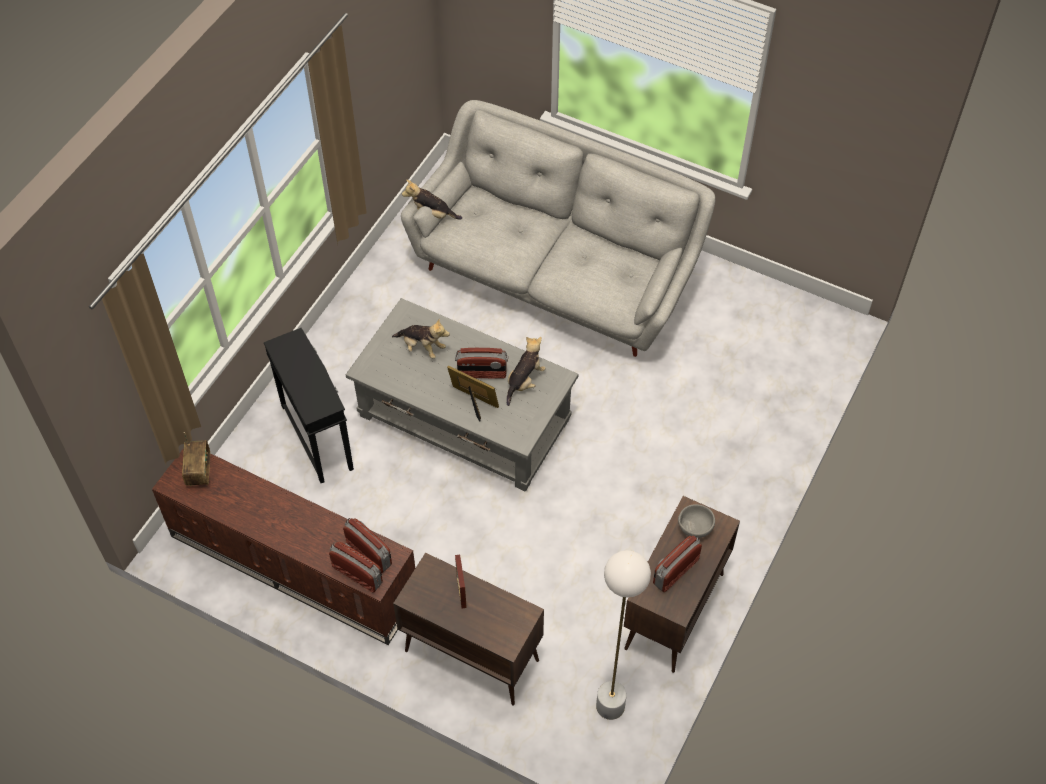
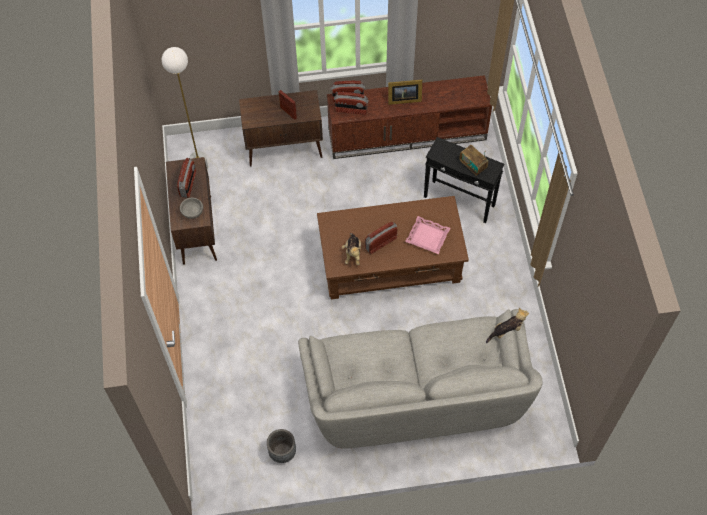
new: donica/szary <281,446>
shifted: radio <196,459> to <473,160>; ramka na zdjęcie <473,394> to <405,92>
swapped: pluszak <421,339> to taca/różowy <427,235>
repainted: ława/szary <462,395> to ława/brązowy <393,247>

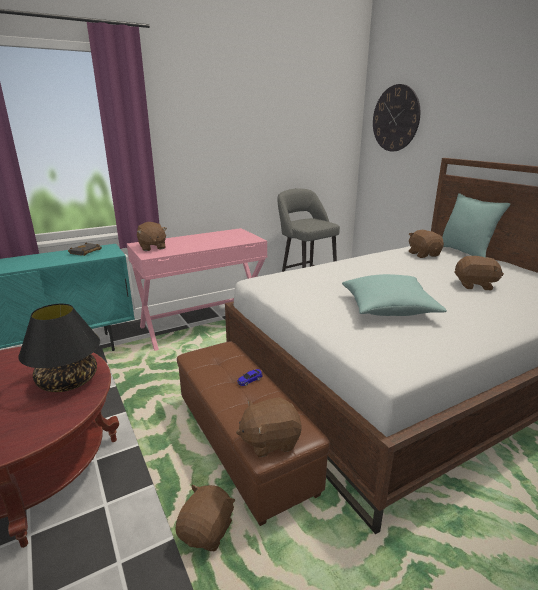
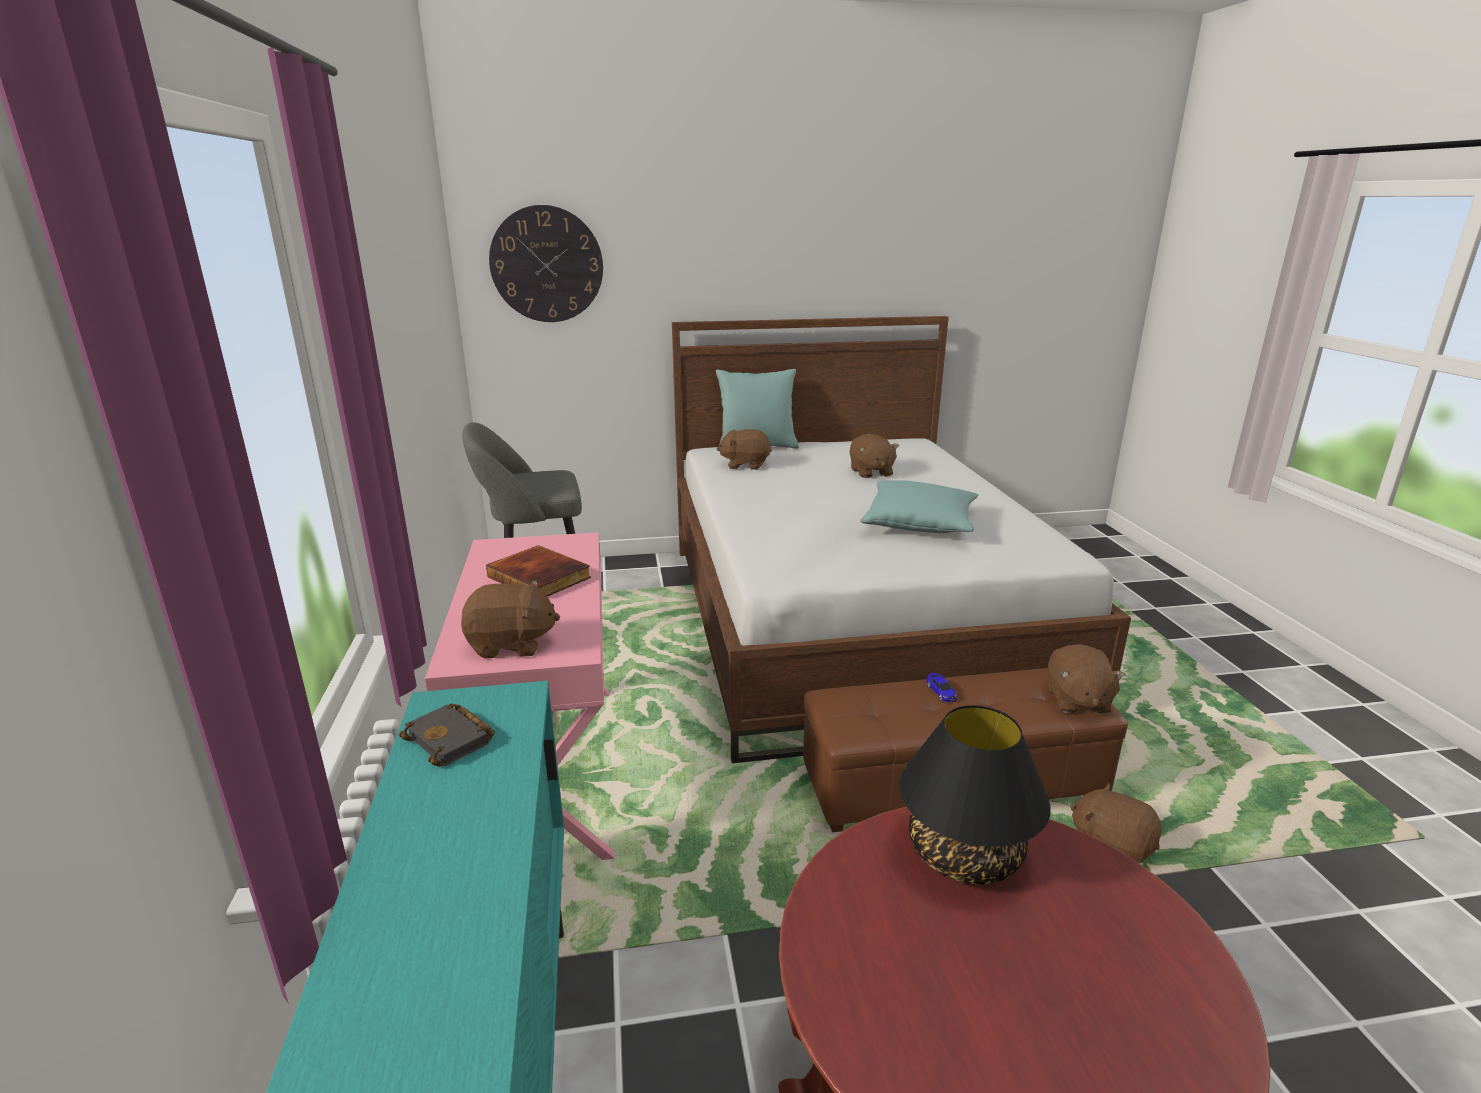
new: książka <538,571>
rotated: pluszak/brązowy <479,273> = <874,455> 135 degrees clockwise

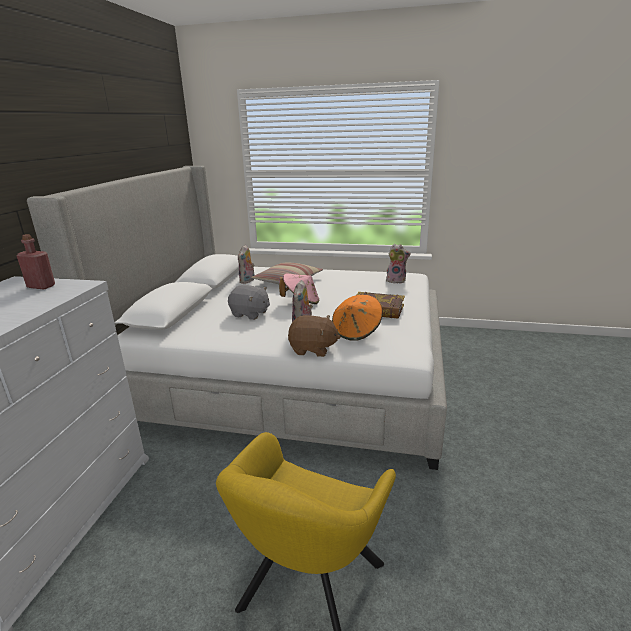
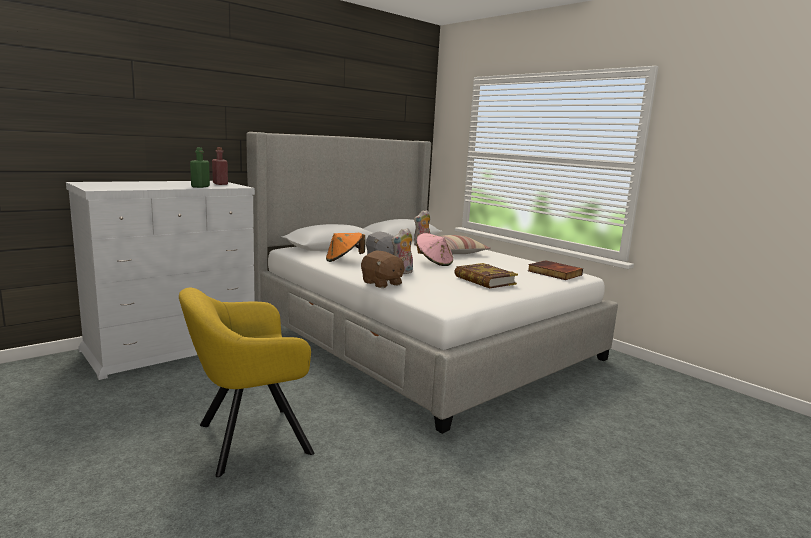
new: butelka/zielony <200,167>
shifted: kapelusz/pomarańczowy <357,318> to <345,247>
swapped: pluszak <398,263> to książka <555,270>

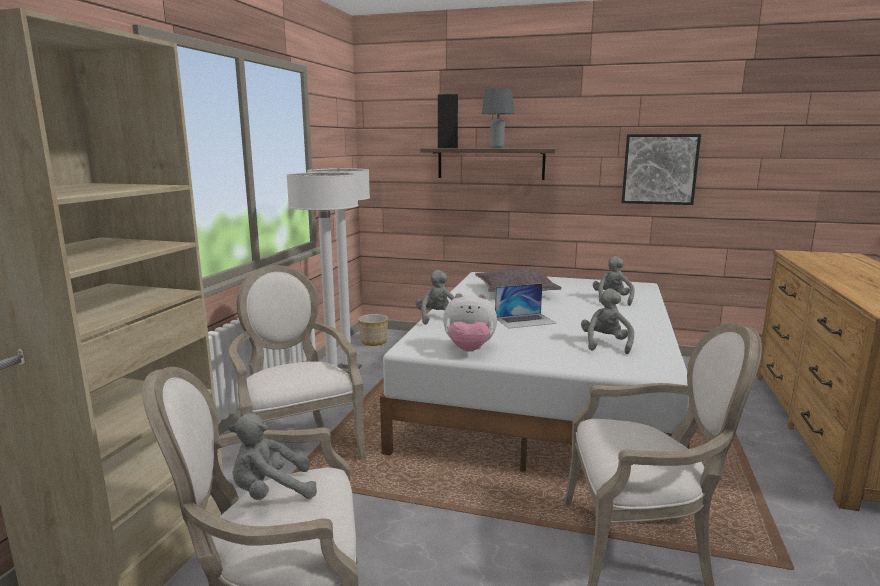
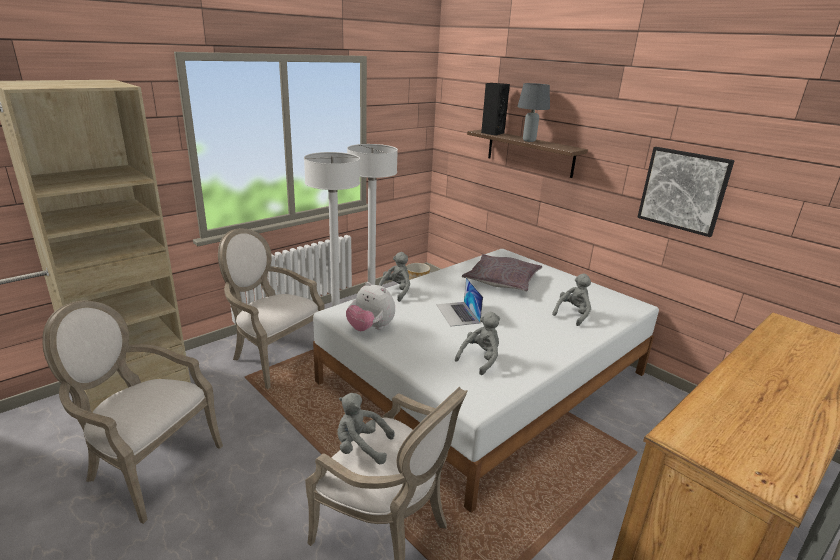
shifted: pluszak/szary <273,456> to <366,428>
rotated: fotel <297,362> = <271,309> 60 degrees counterclockwise; laptop <526,305> = <459,302> 60 degrees clockwise

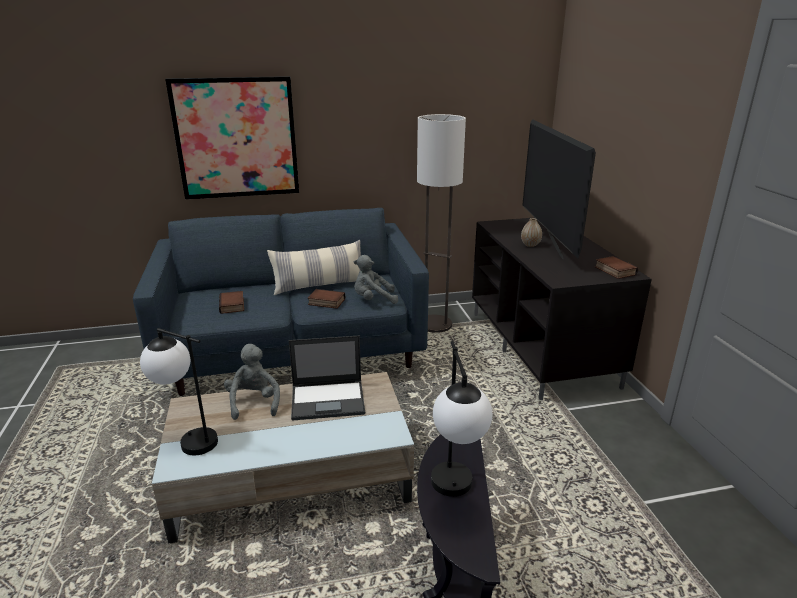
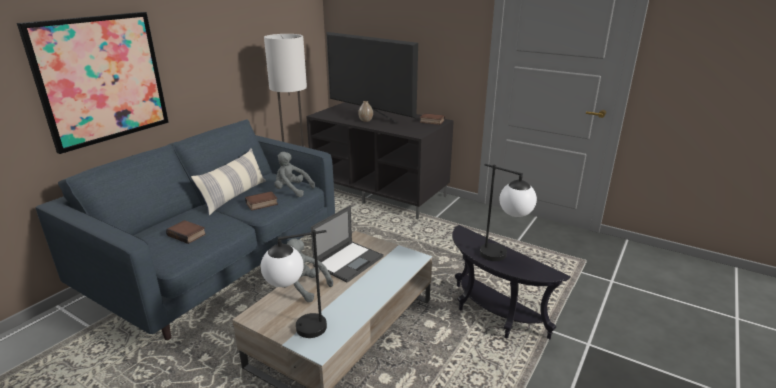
rotated: pluszak/szary <376,279> = <295,174> 75 degrees clockwise

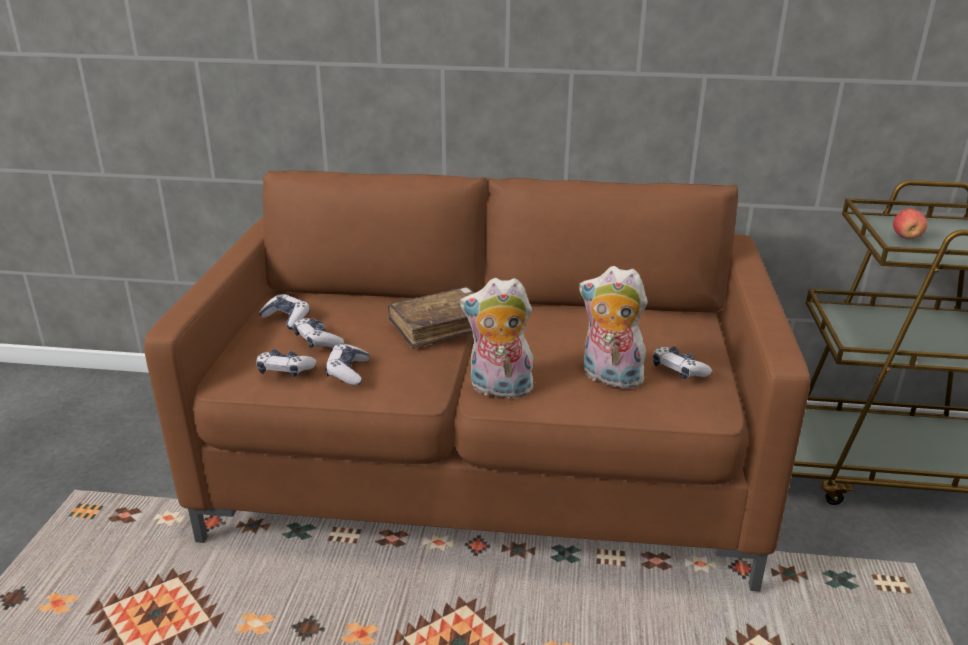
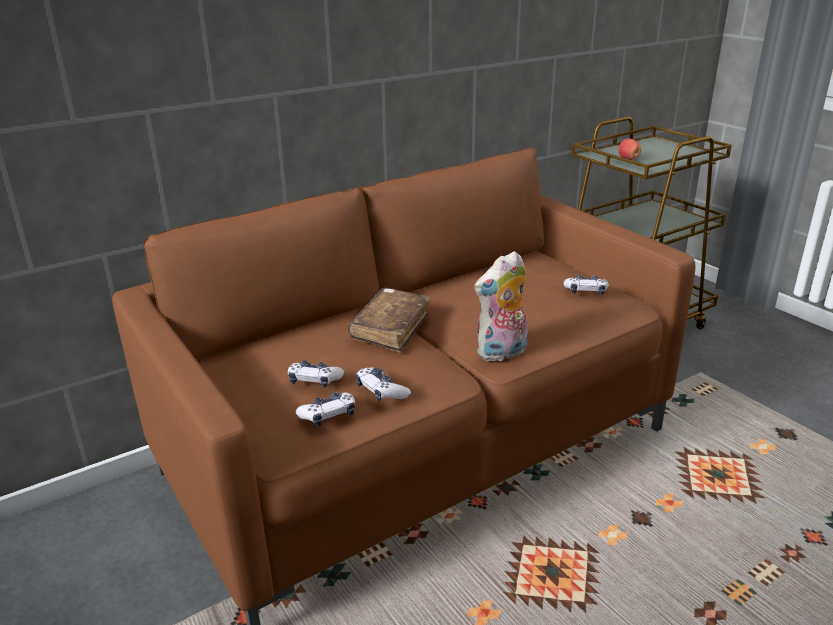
gone: pad do gier <284,311>; pluszak <614,327>

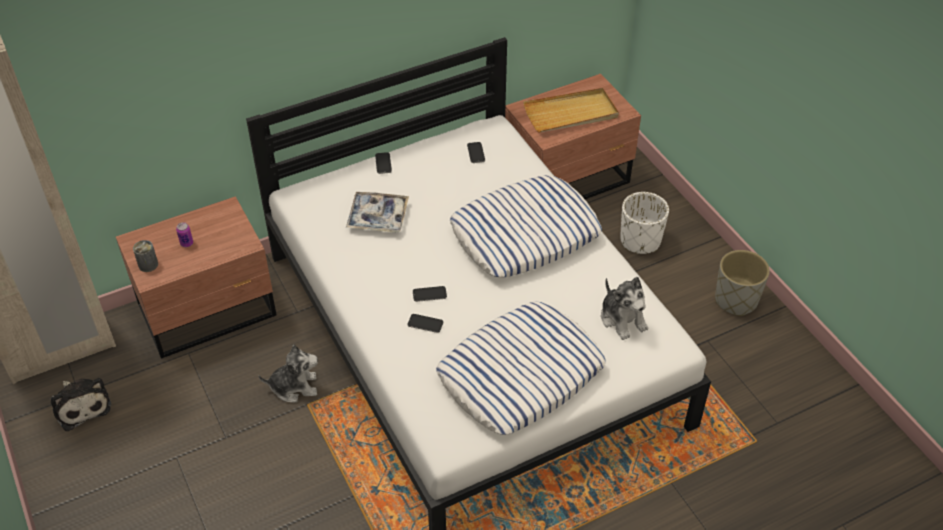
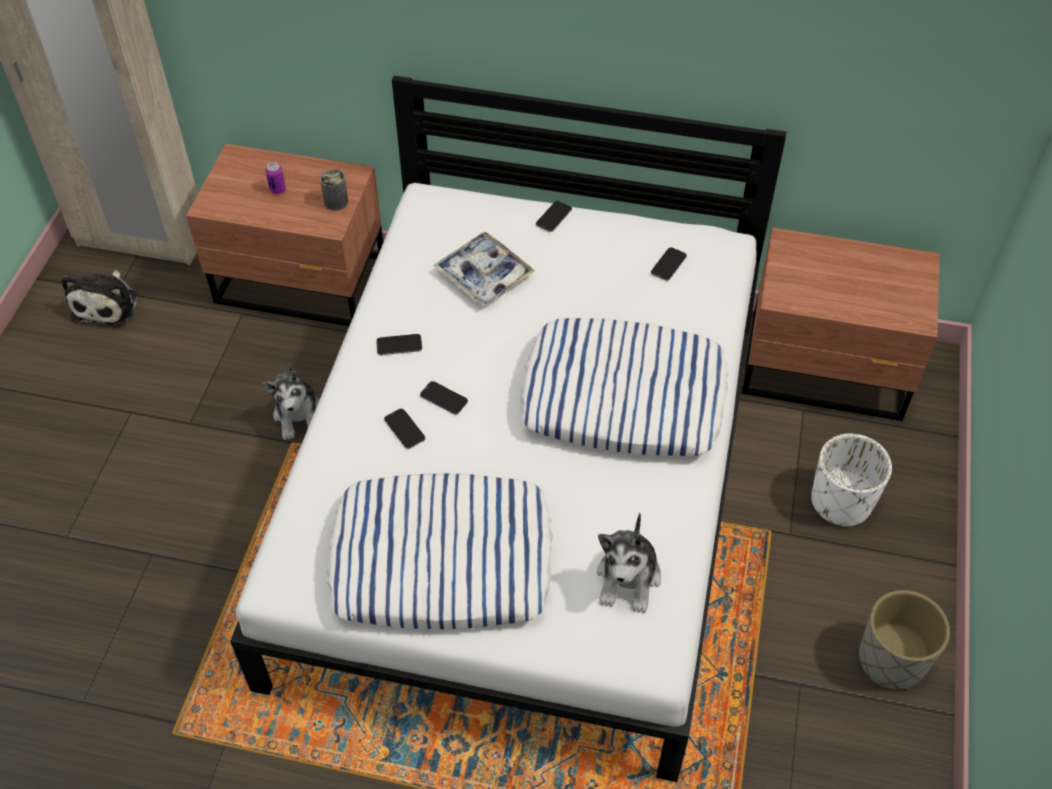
gone: taca/beżowy <571,110>
new: telefon <399,344>
shifted: puszka <145,256> to <334,190>
rotated: pluszak <288,373> = <291,402> 45 degrees clockwise

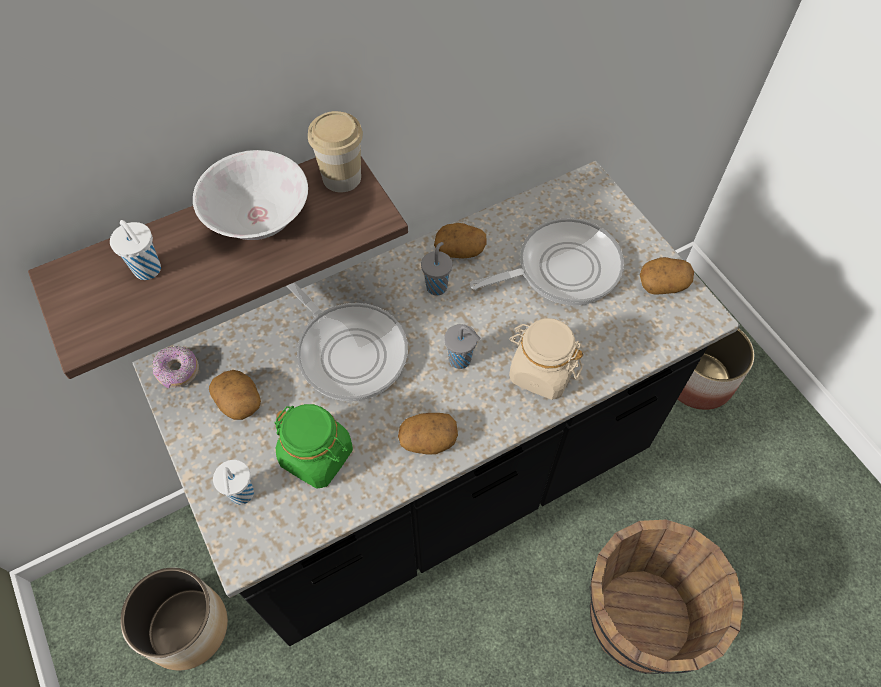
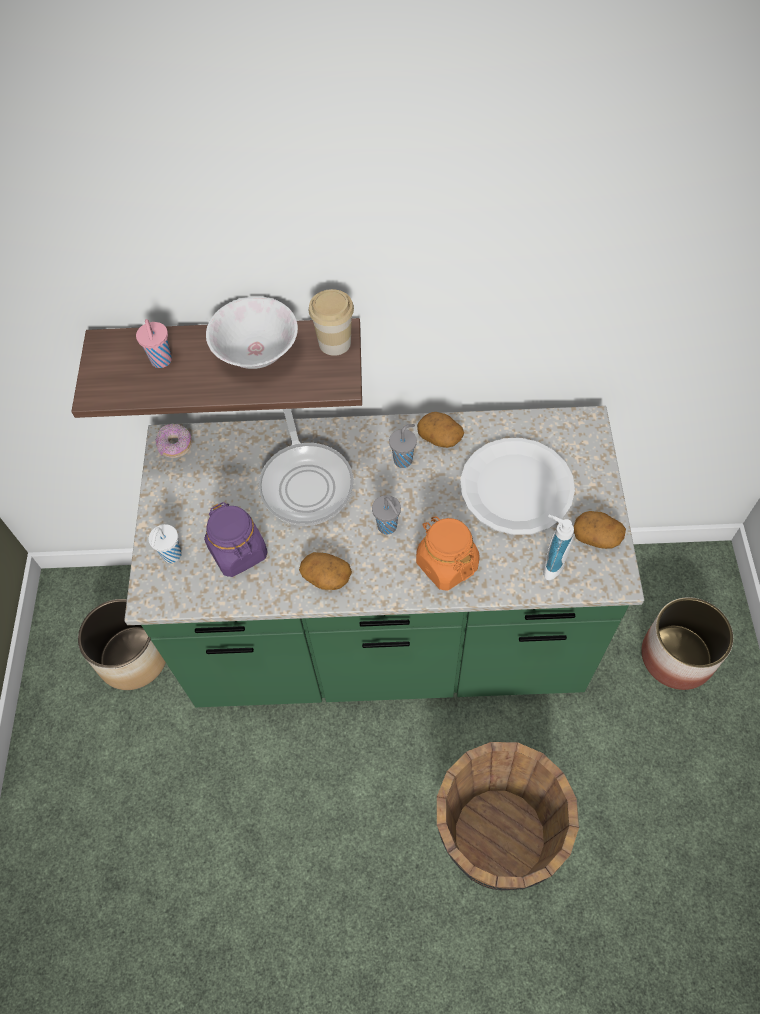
gone: ziemniak <235,395>
new: dozownik mydła <558,547>
swapped: patelnia <547,261> to talerz/biały <517,486>
repainted: filiżanka/biały <135,250> to filiżanka/różowy <154,343>; zabudowa kuchenna/czarny <436,403> to zabudowa kuchenna/zielony <384,556>; słoik/zielony <313,446> to słoik/fioletowy <236,539>; słoik/beżowy <546,359> to słoik/pomarańczowy <447,553>

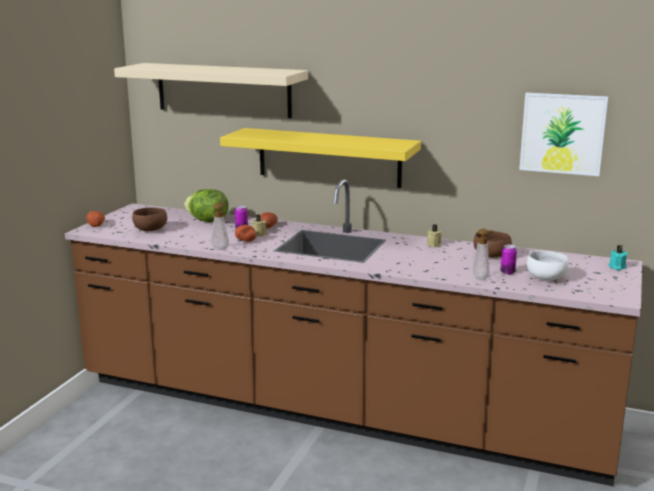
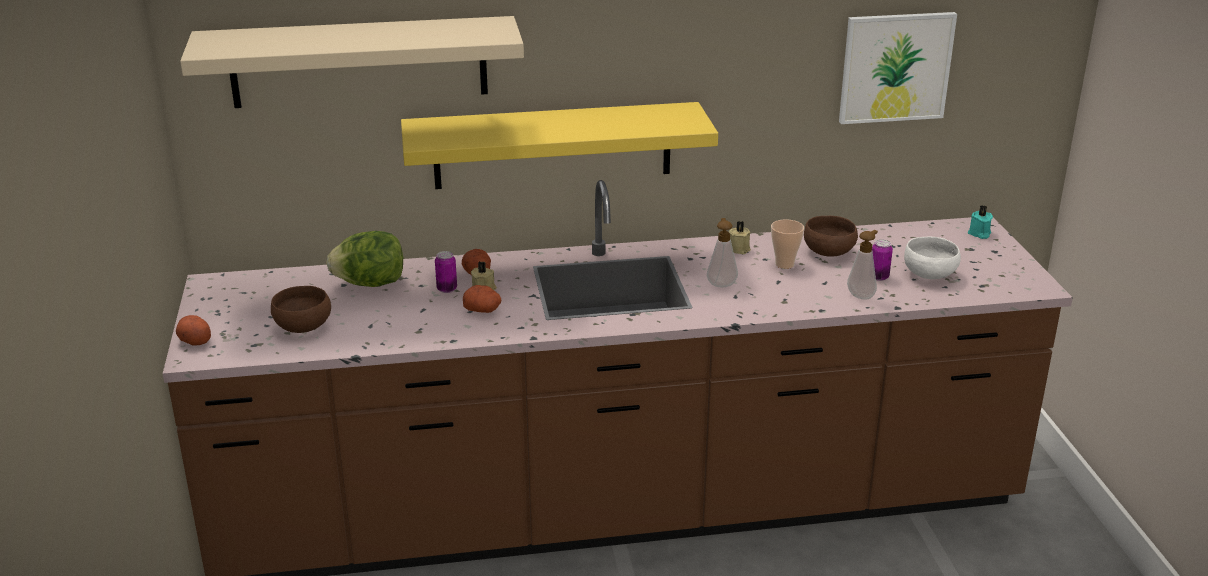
new: filiżanka <787,244>
shifted: dozownik mydła <220,226> to <722,252>

